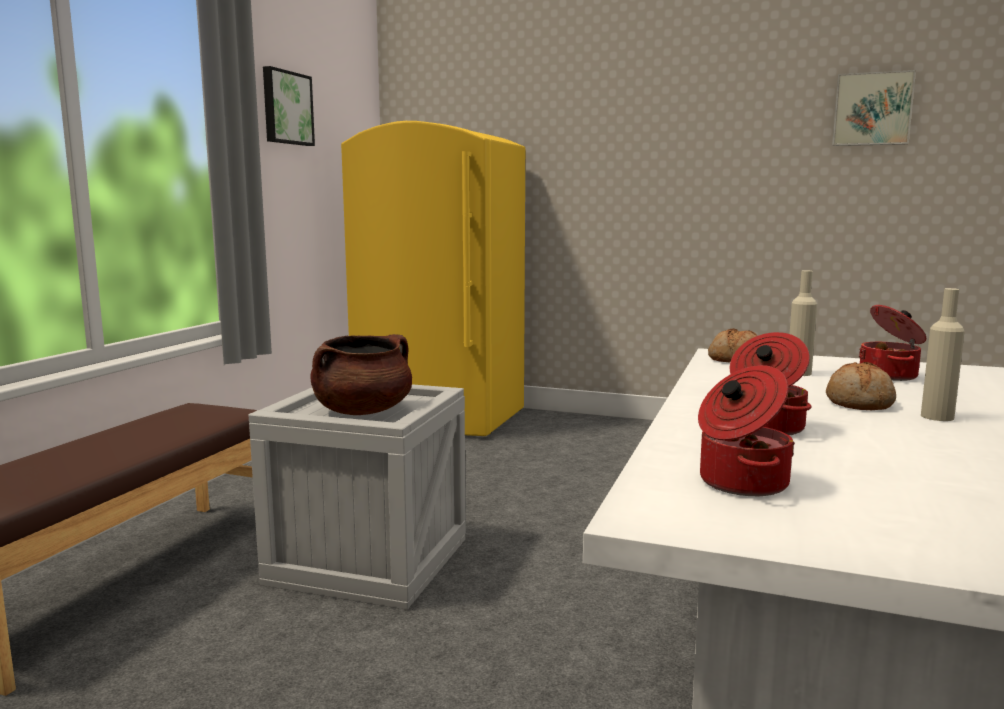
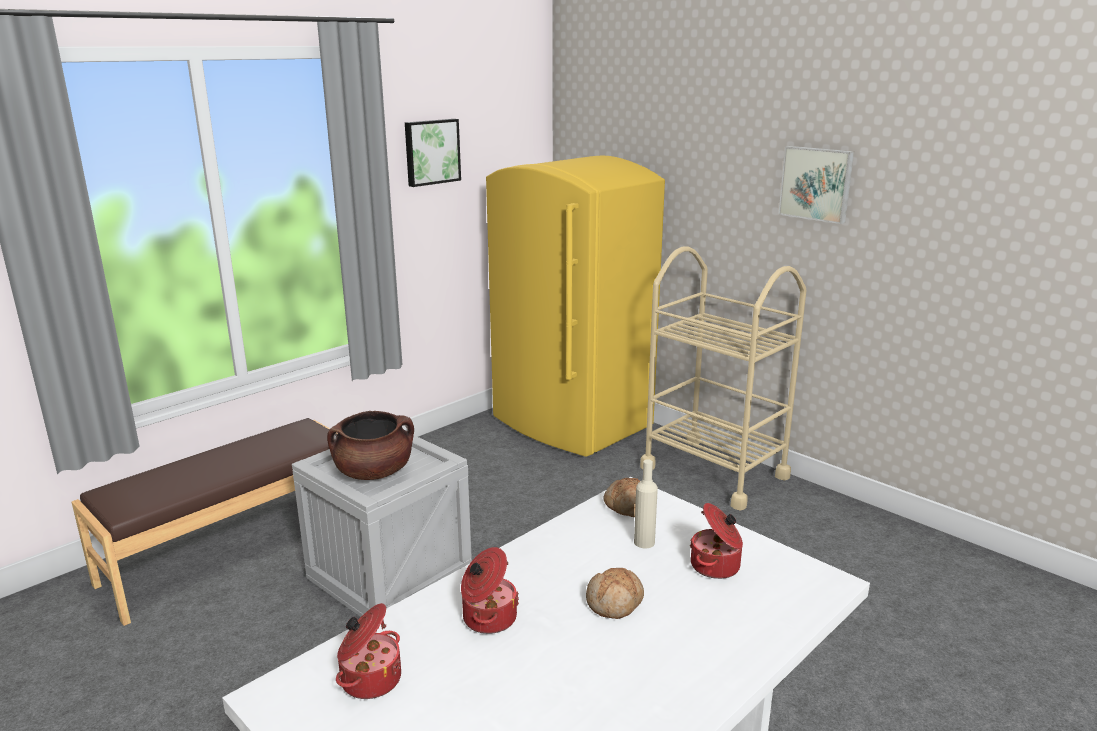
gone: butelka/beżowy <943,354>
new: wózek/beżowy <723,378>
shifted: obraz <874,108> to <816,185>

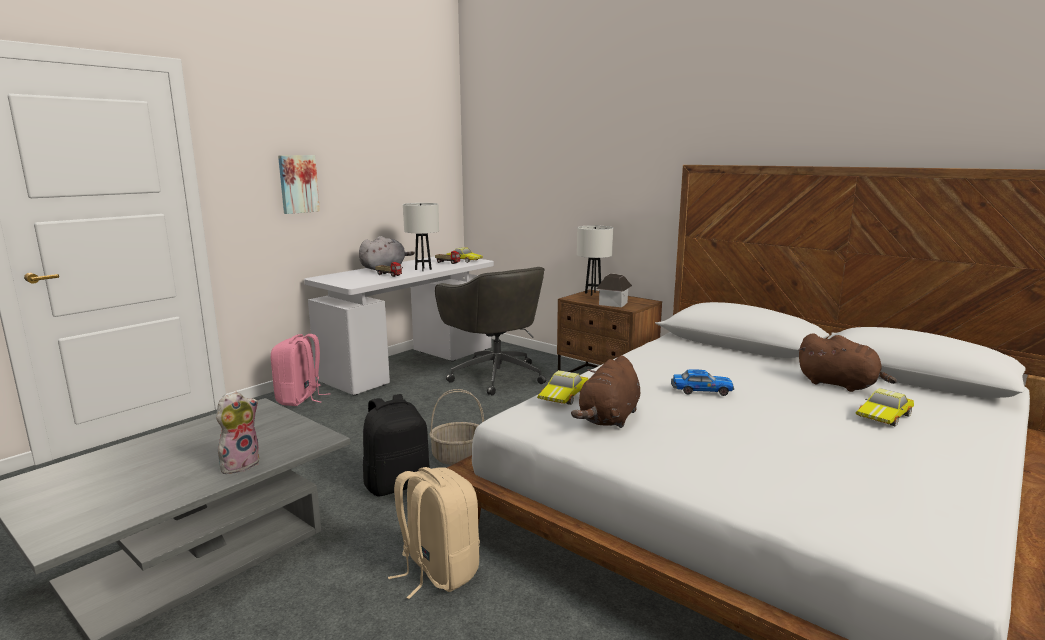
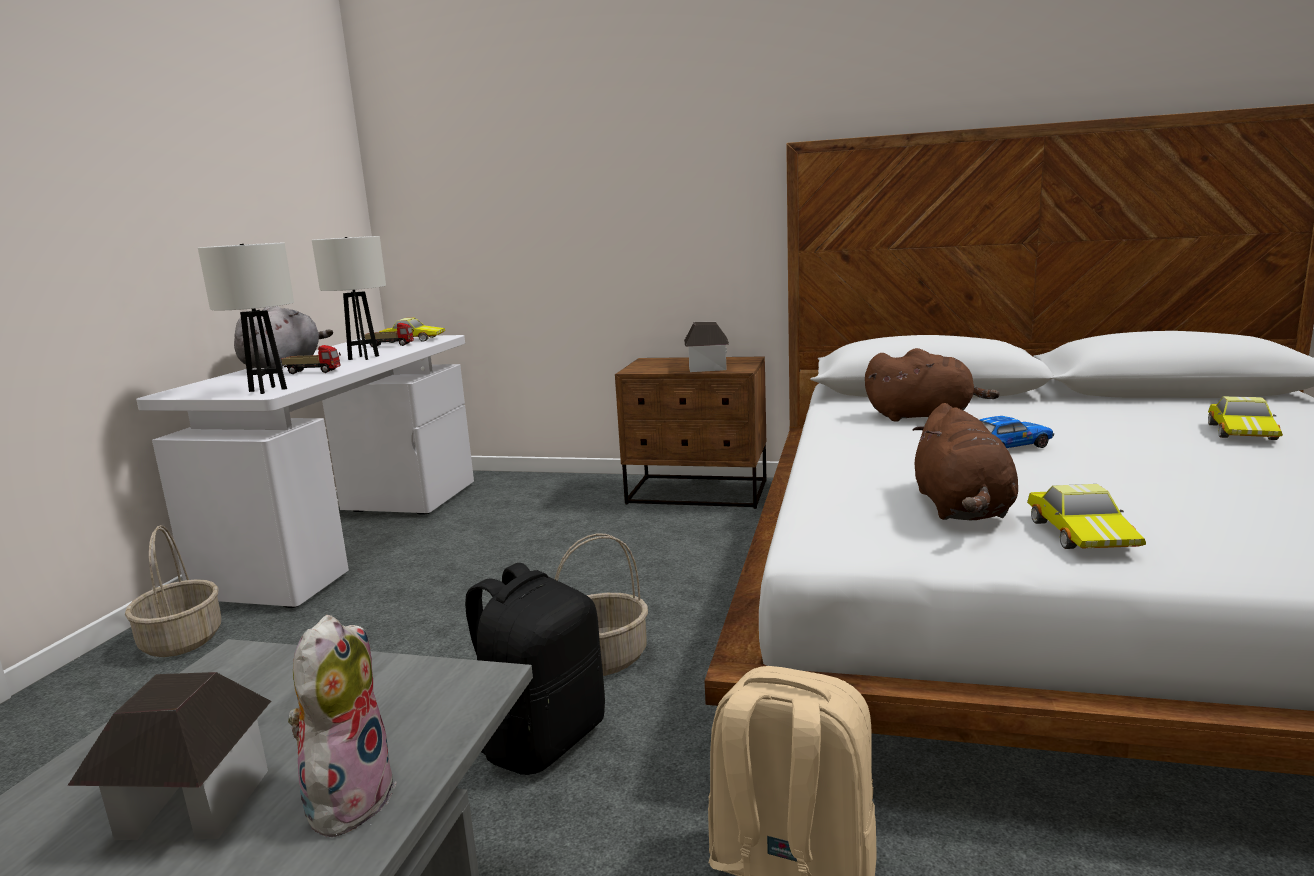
gone: obraz <299,184>; krzesło biurowe/szary <490,331>
new: domek <169,756>
shifted: samochodzik <562,387> to <1086,516>; lampa stołowa/biały <595,260> to <246,318>; pluszak/brązowy <847,362> to <932,385>
swapped: plecak/różowy <301,370> to koszyk <173,591>

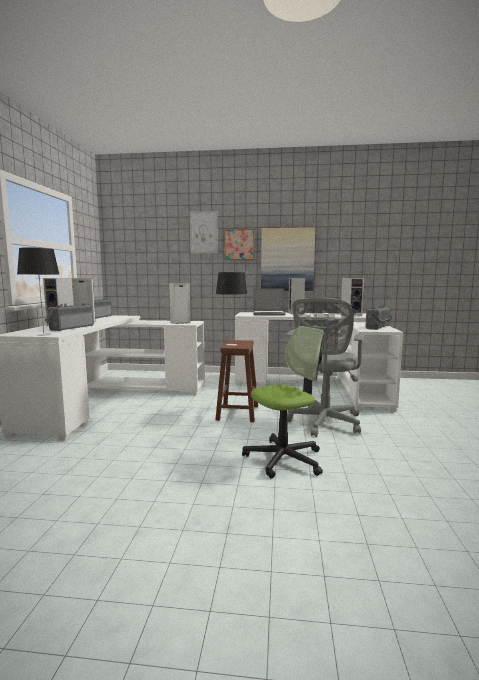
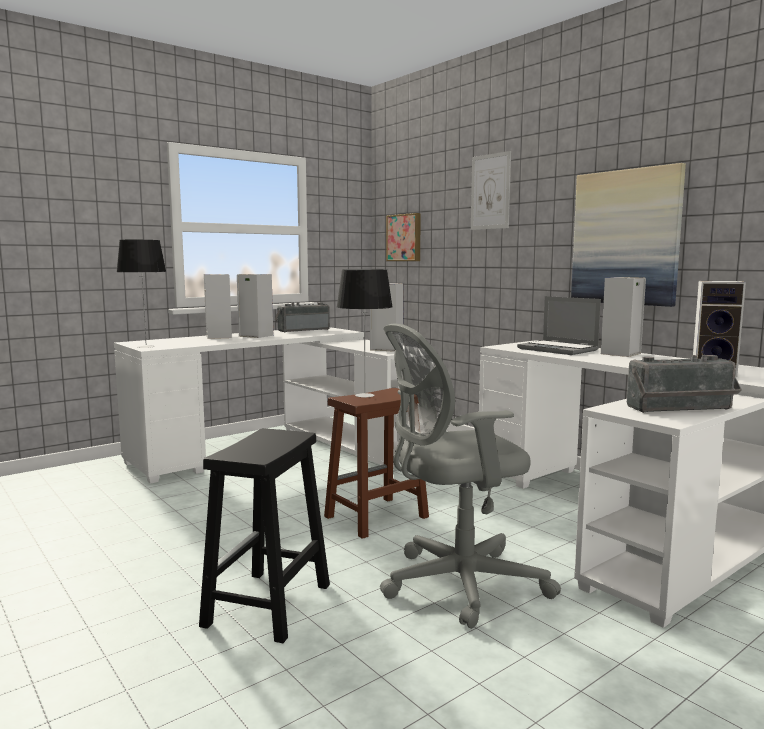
gone: radio <69,317>
shifted: obraz <239,244> to <403,237>
swapped: krzesło biurowe <283,402> to stołek/czarny <264,535>

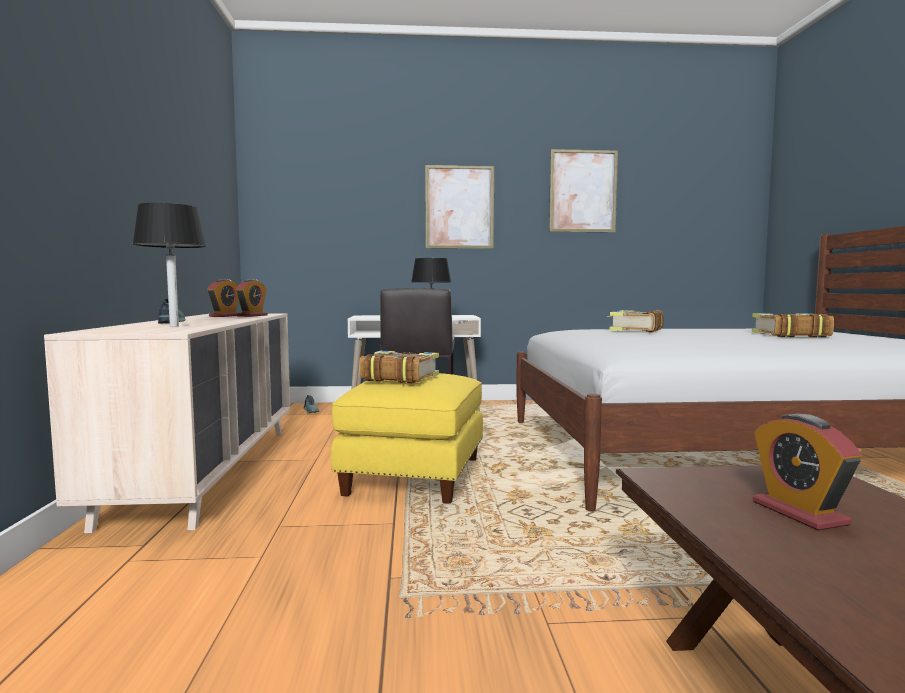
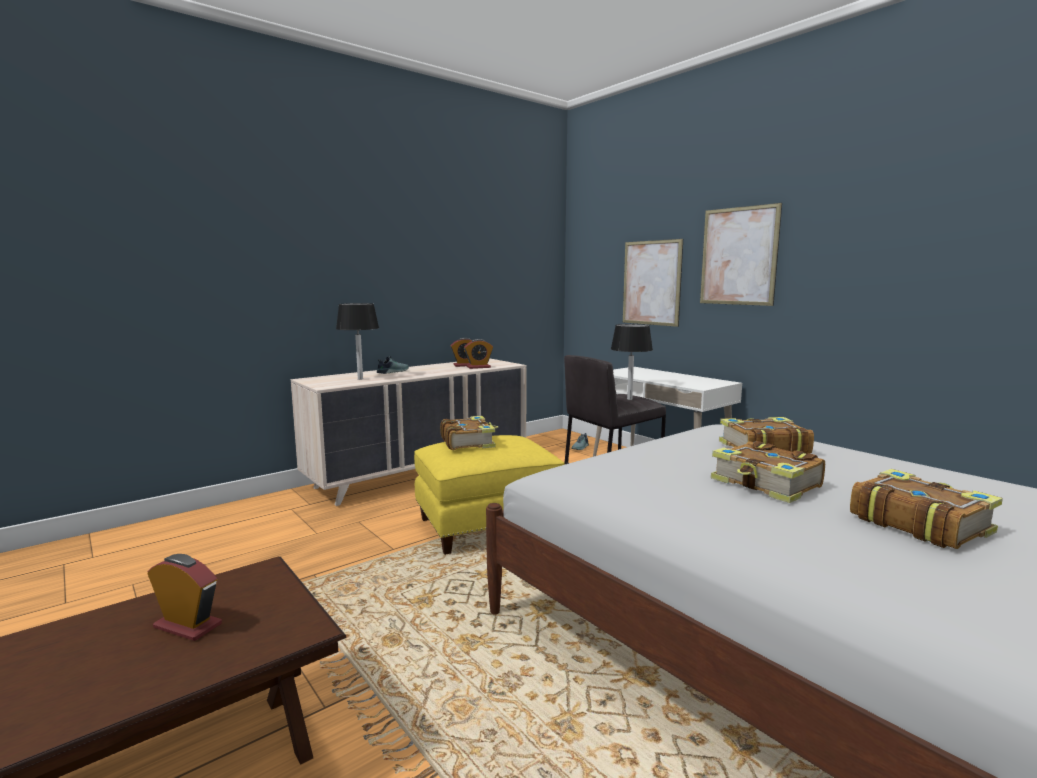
new: książka <768,472>
shifted: obraz <583,190> to <653,283>
rotated: budzik <807,472> = <184,597> 75 degrees clockwise

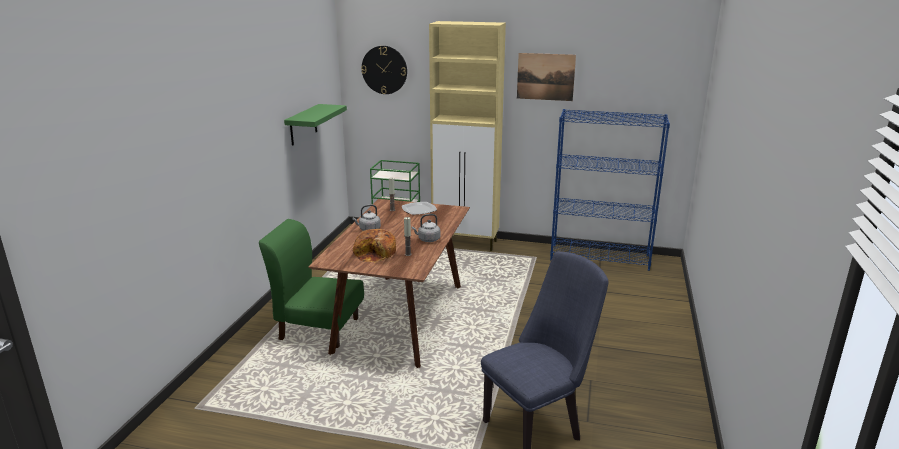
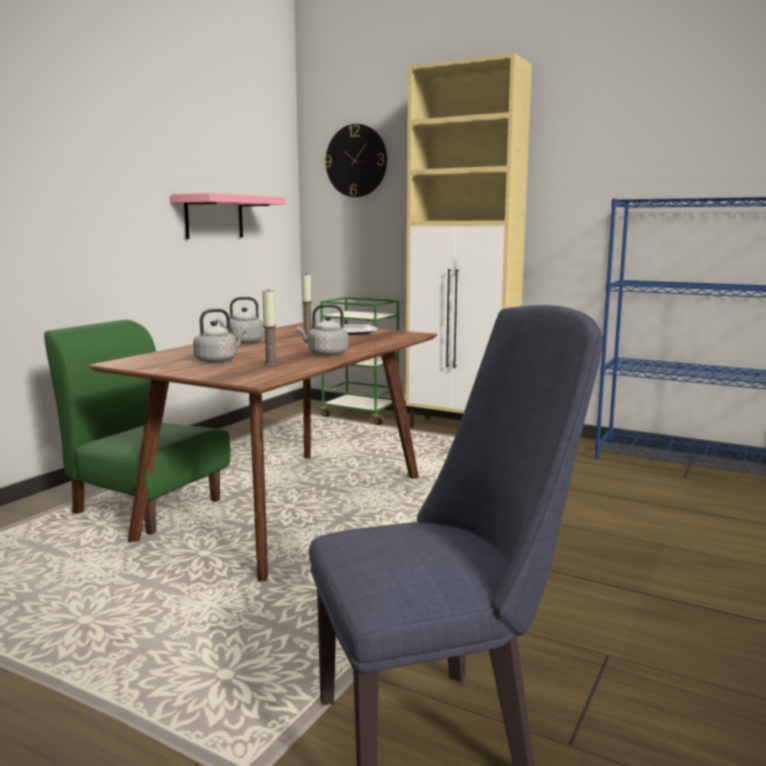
gone: obraz <546,77>
swapped: chleb <374,245> to czajnik/szary <219,336>
repainted: półka/zielony <315,125> to półka/różowy <228,216>

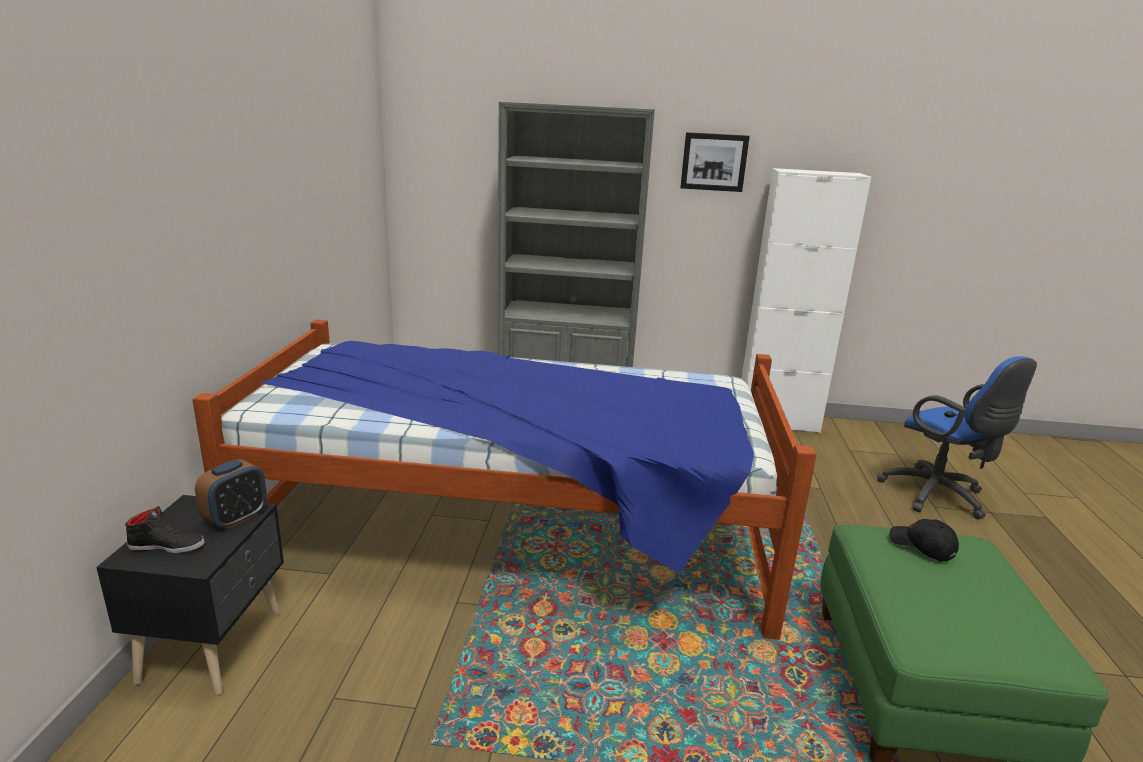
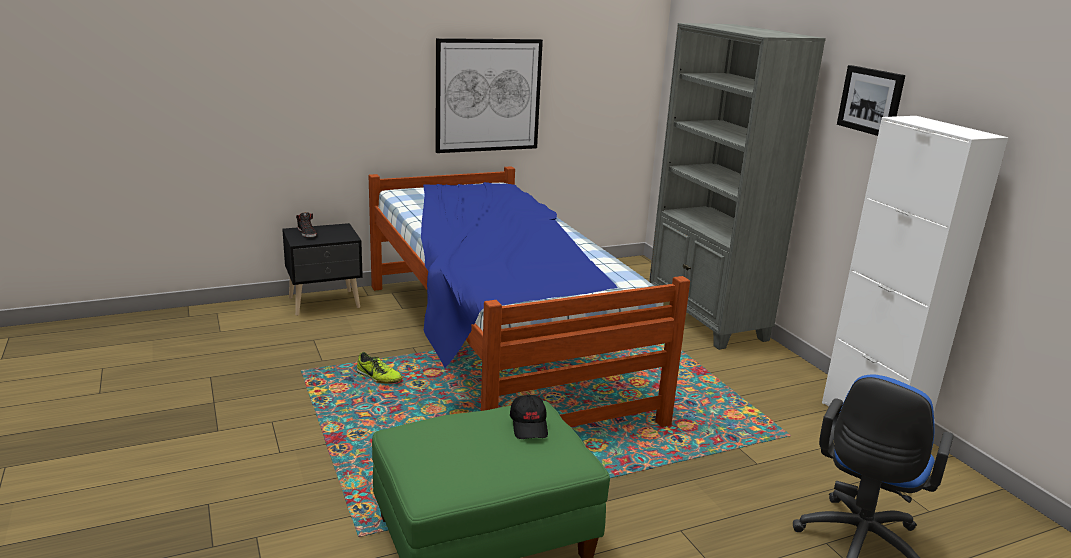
gone: budzik <231,494>
new: but <379,368>; obraz <489,95>
rotated: czapka z daszkiem/czarny <924,540> = <529,417> 150 degrees clockwise

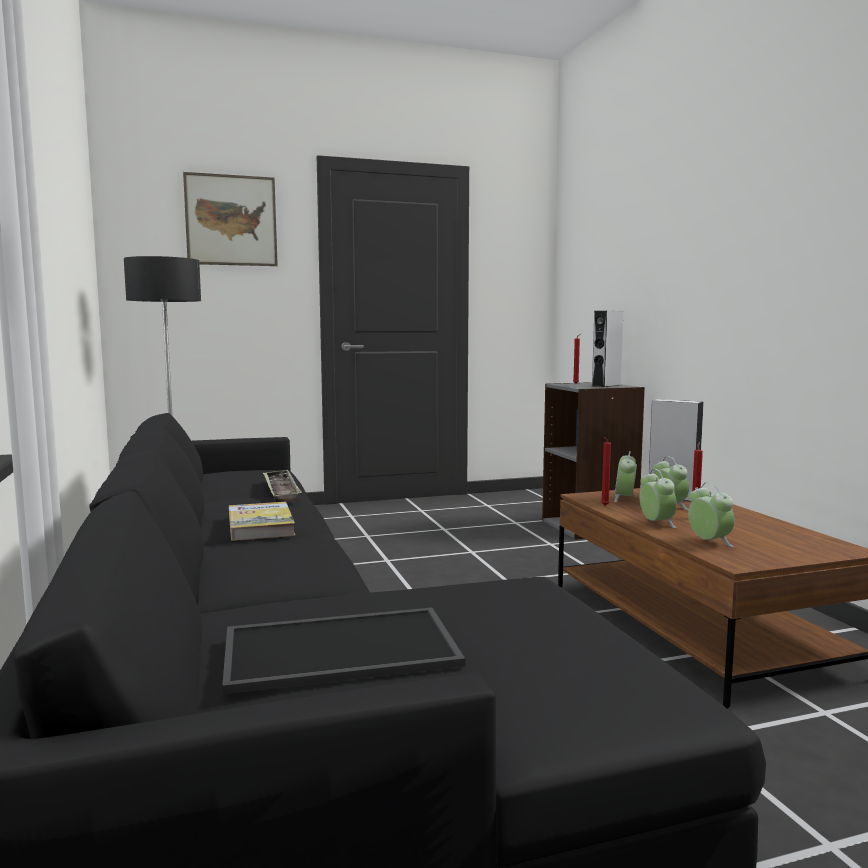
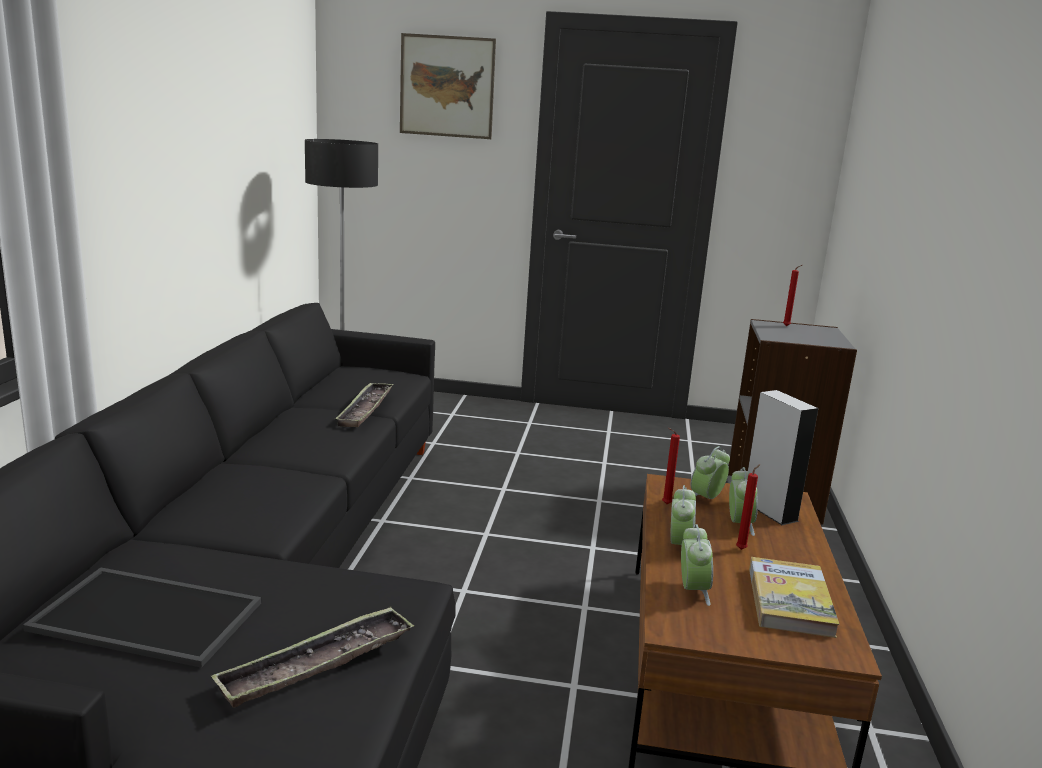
gone: głośnik/szary <607,349>
new: taca <312,657>
shifted: książka <262,521> to <794,597>

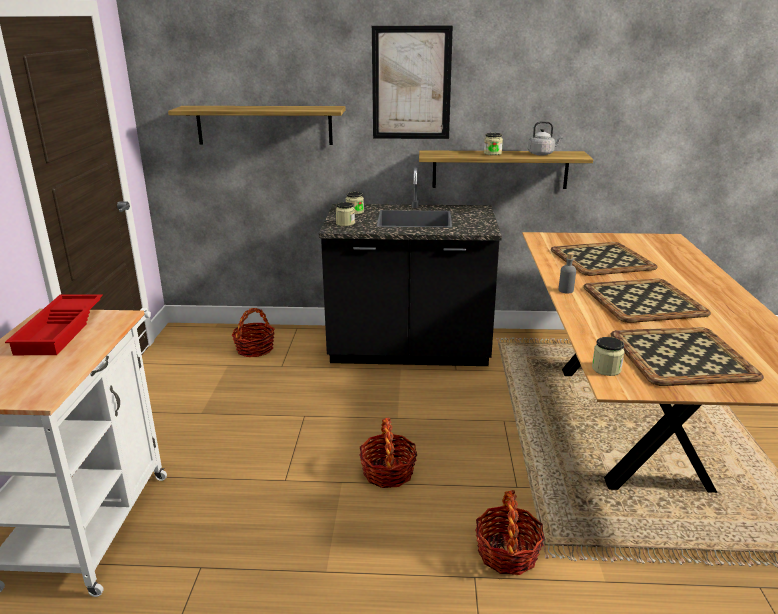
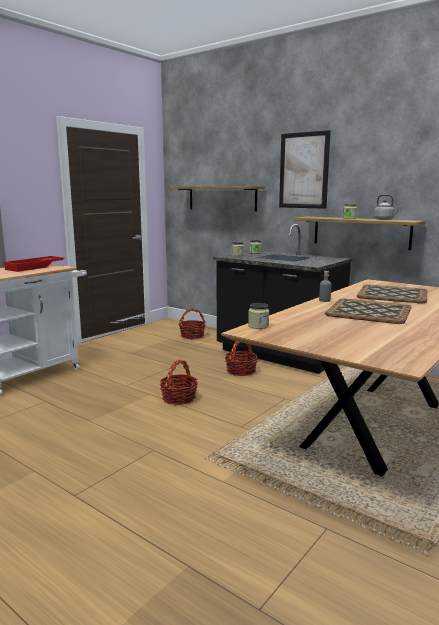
gone: taca <687,356>
shifted: koszyk <510,532> to <241,358>

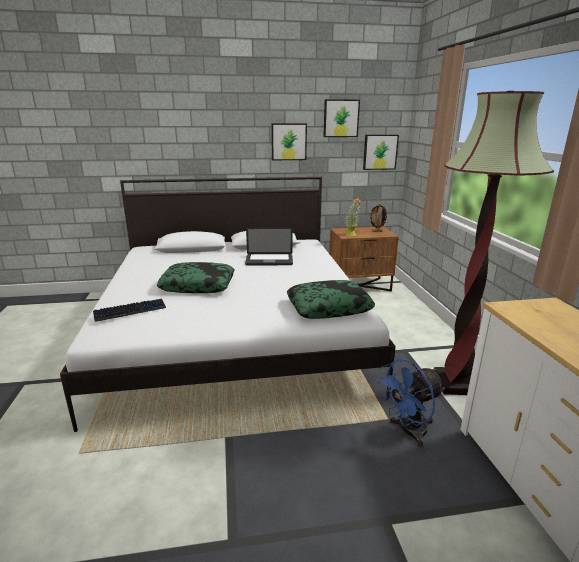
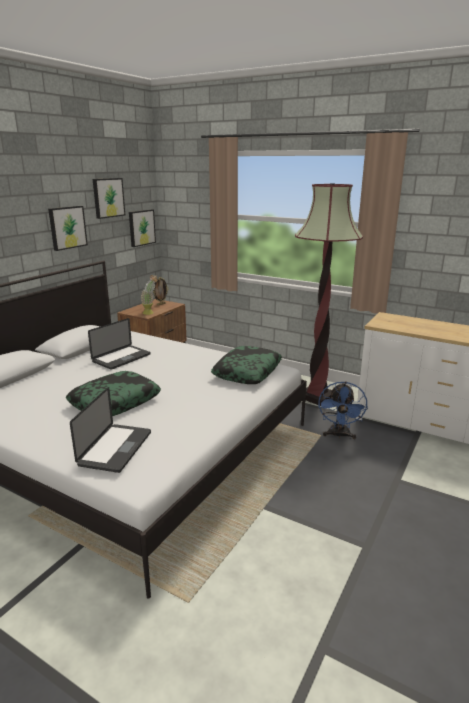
swapped: klawiatura <129,310> to laptop <110,430>

